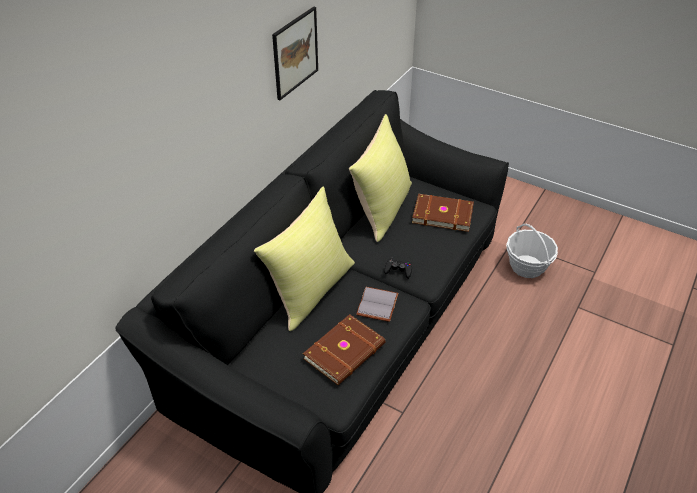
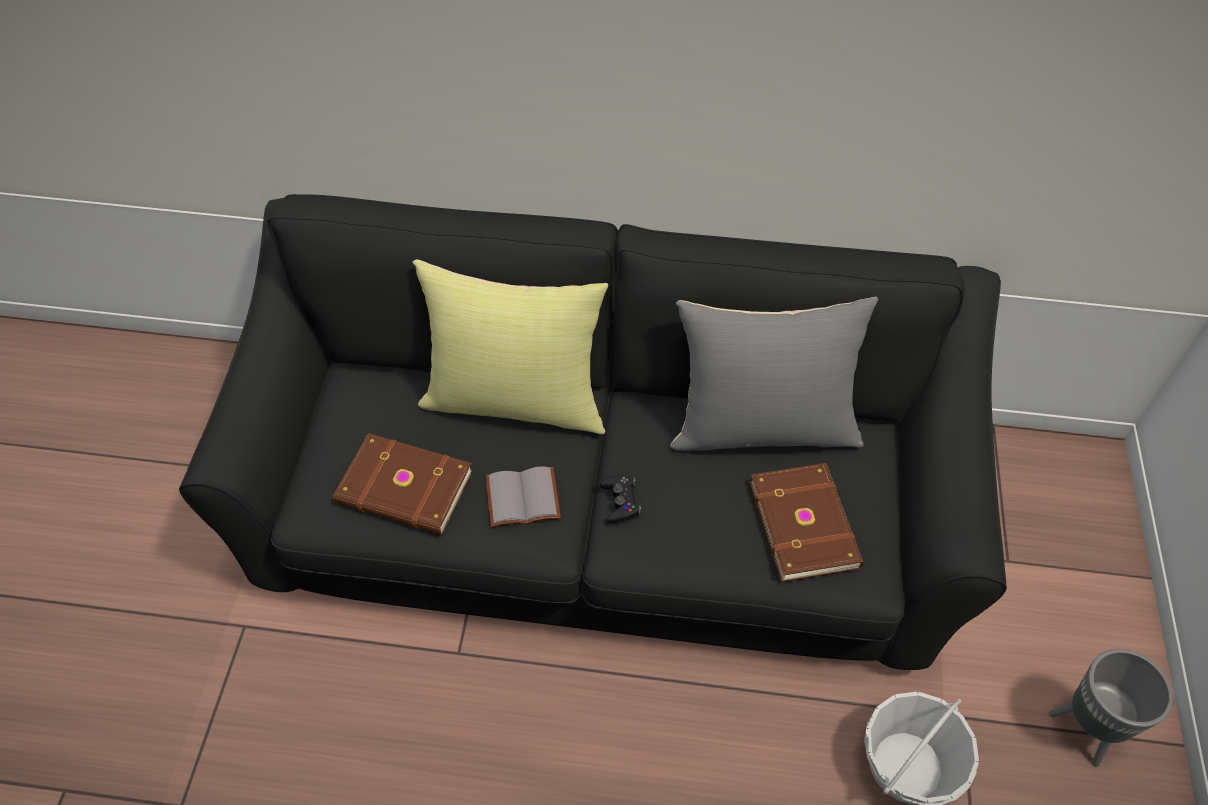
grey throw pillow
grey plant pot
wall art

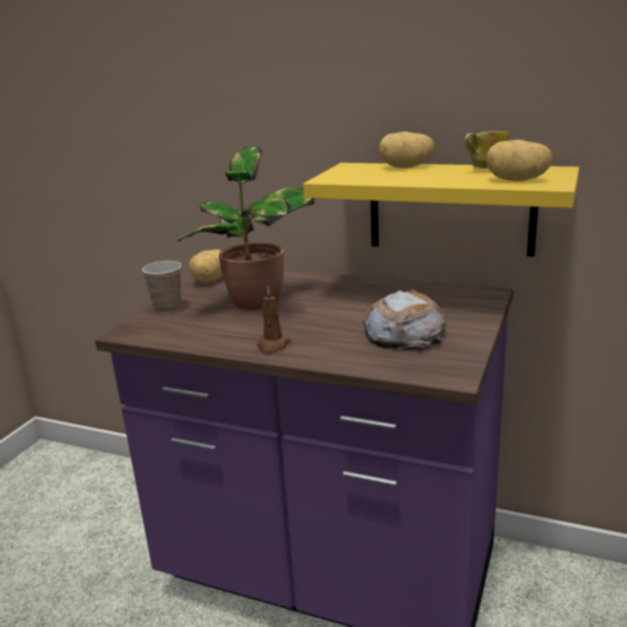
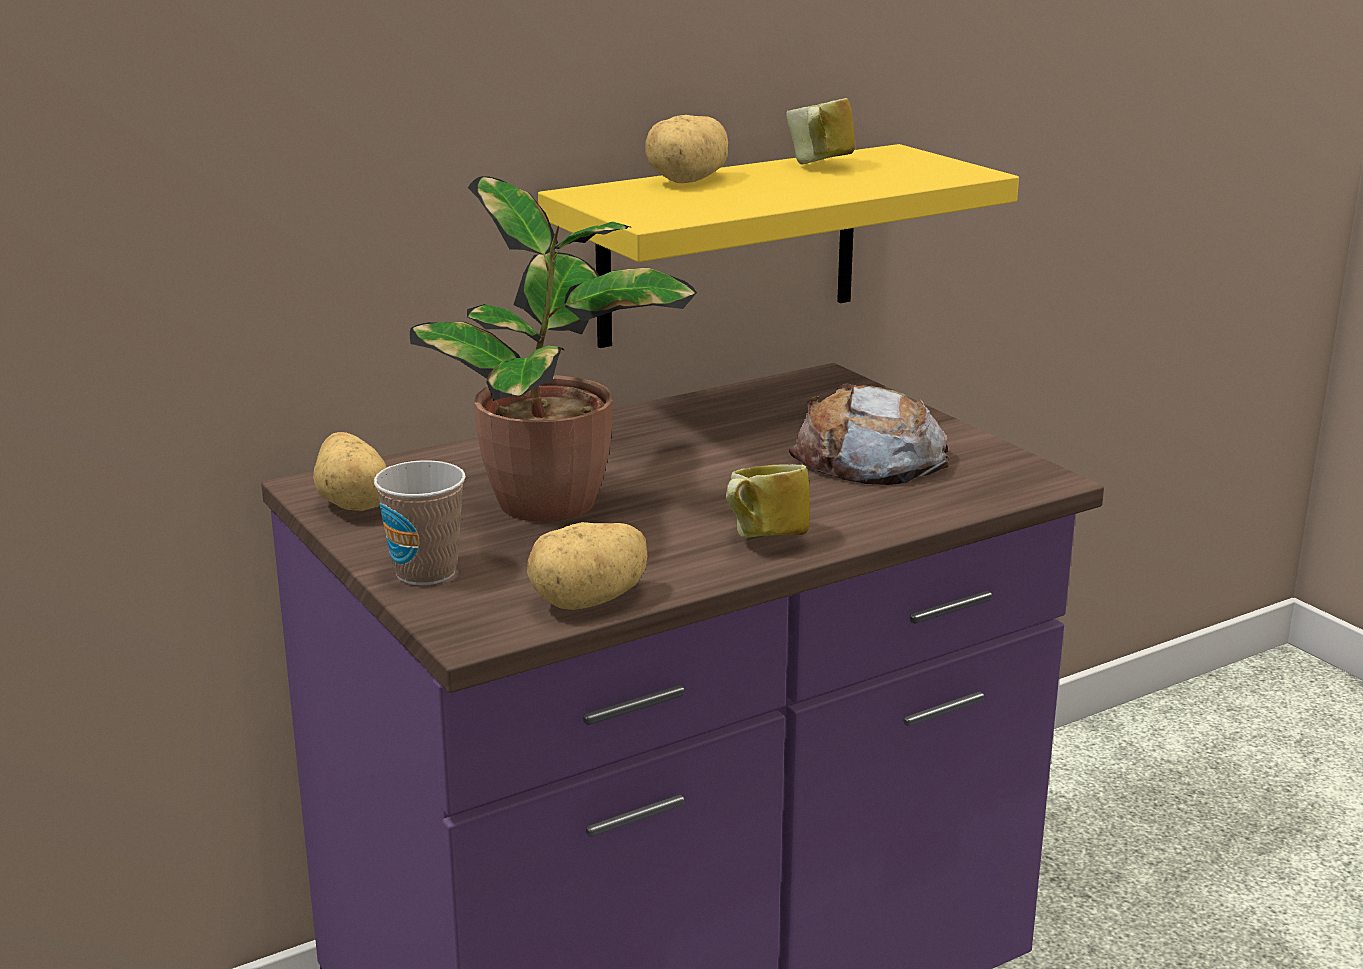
whole potato (2nd from left)
tea mug (1st from left)

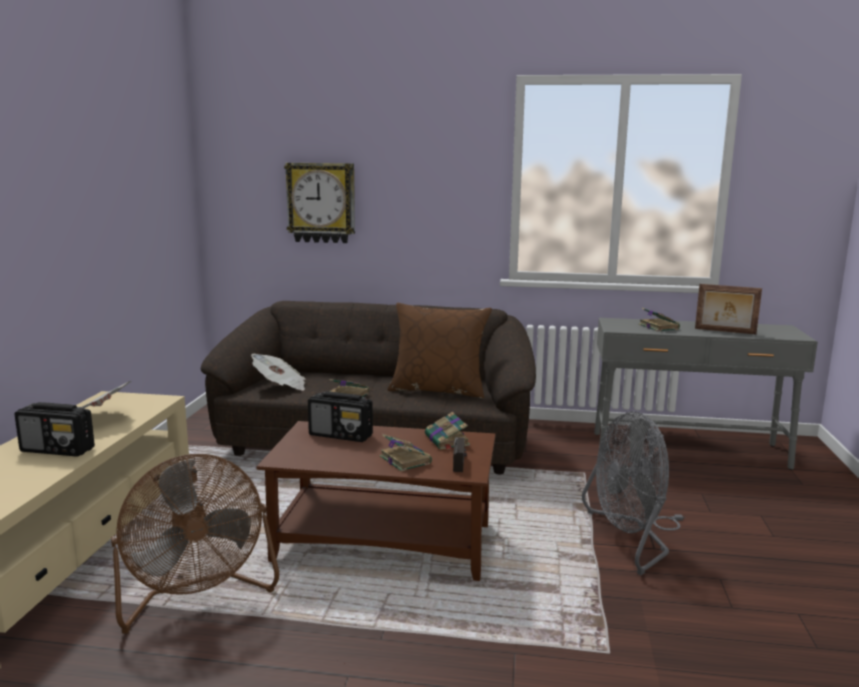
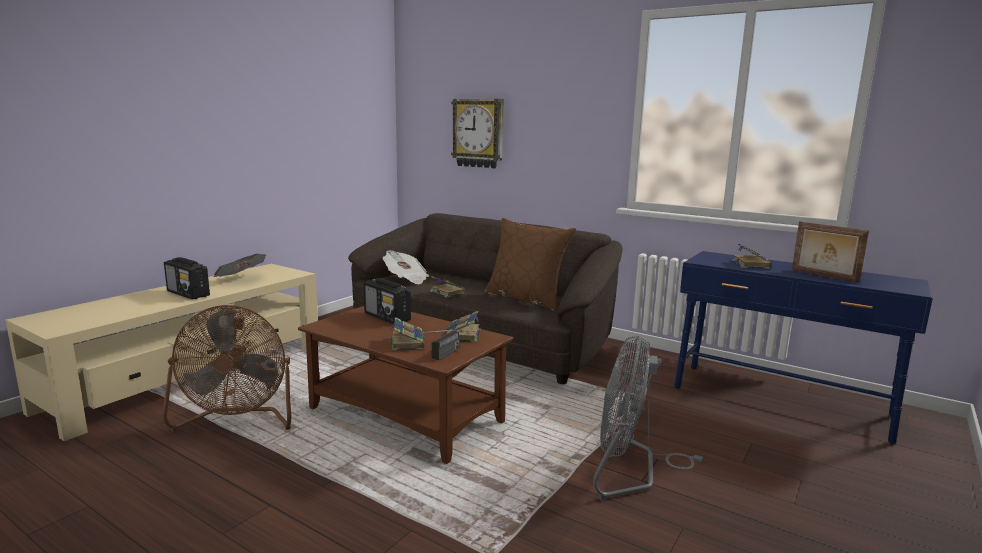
blue narrow table

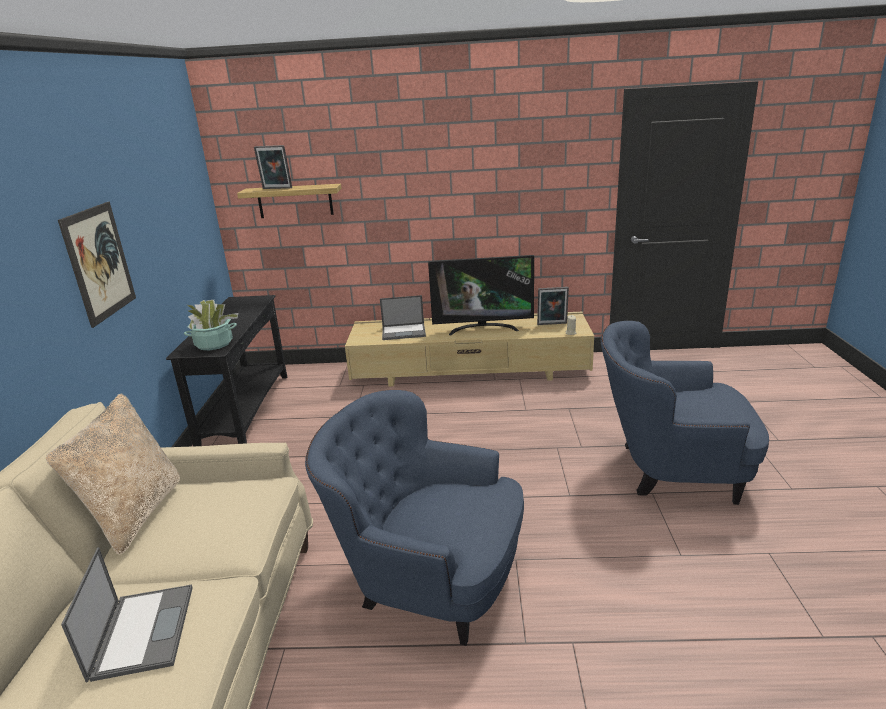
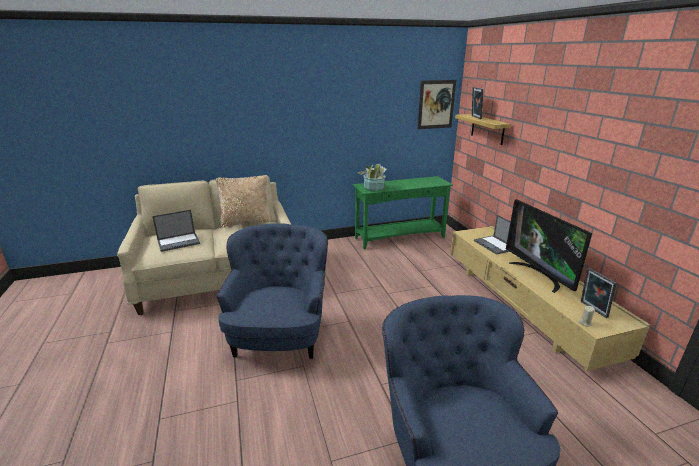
green narrow table
wall art

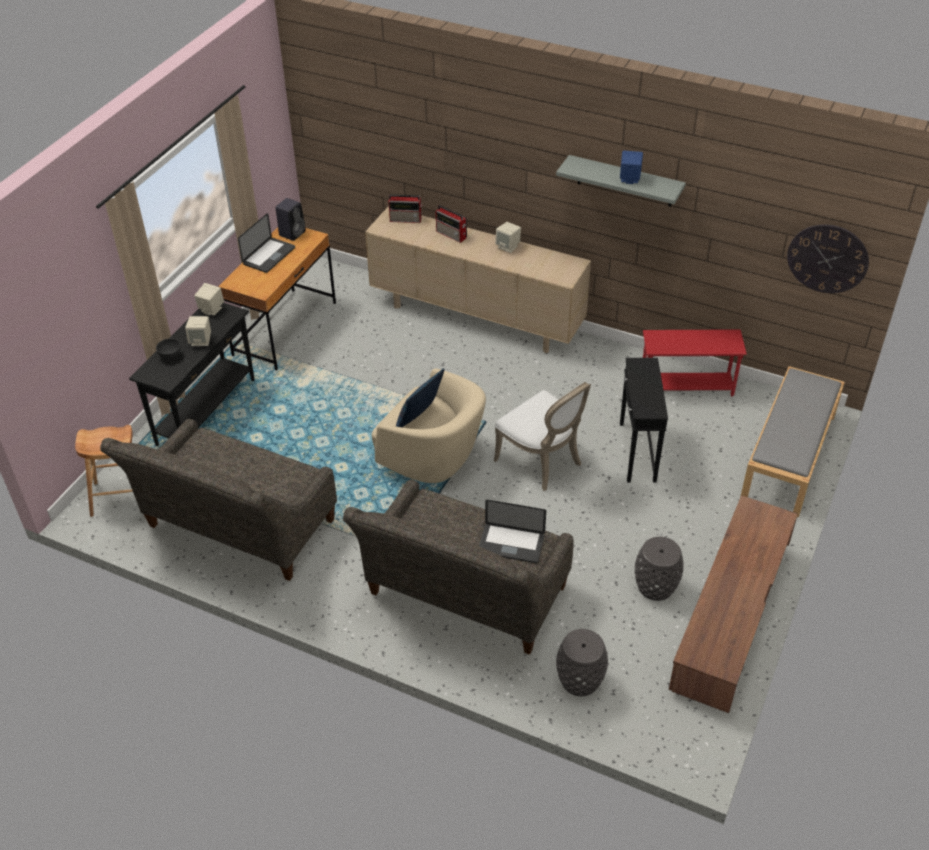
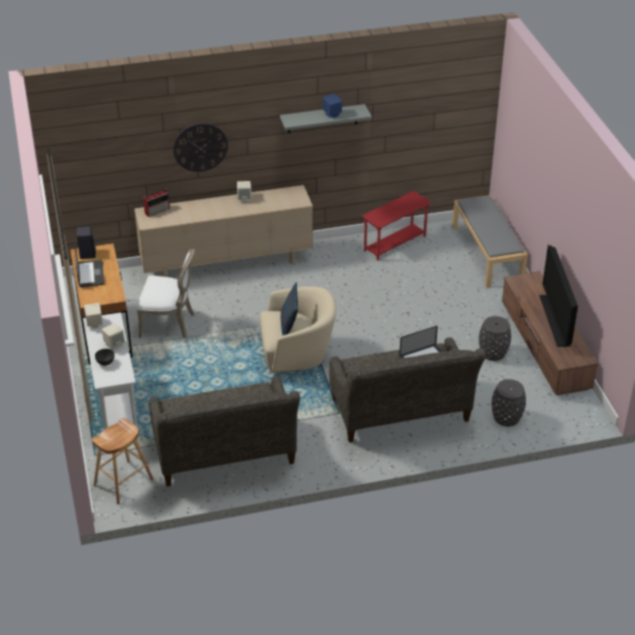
white-coloured narrow table
white-coloured upright chair
clock on the wall
TV set
radio (2nd from left in the first image)
blackish accent table

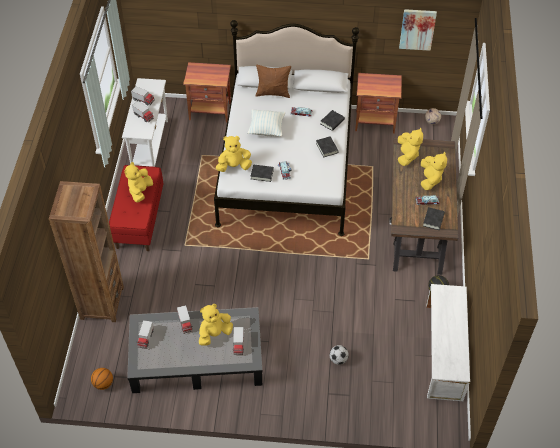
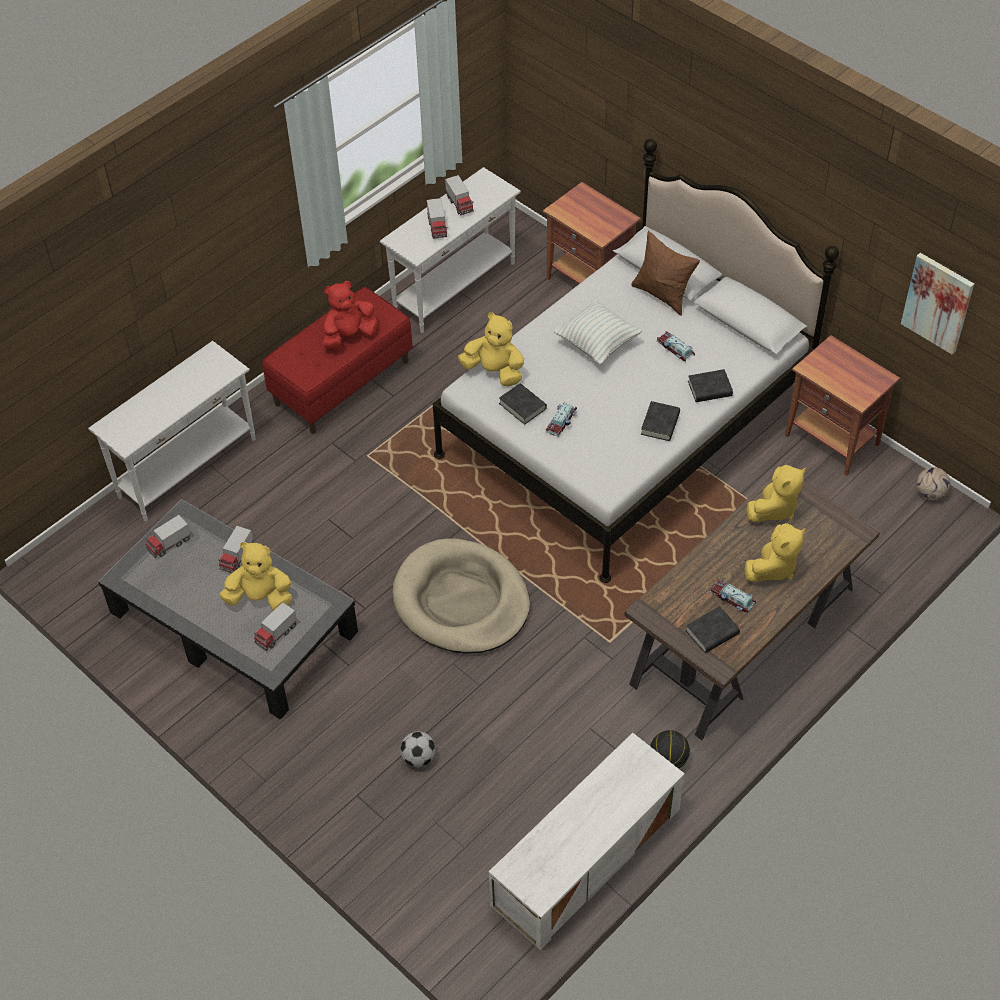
white-coloured narrow table (1st from left)
red-coloured soft toy
beige pet bed
basketball ball (1st from left in the first image)

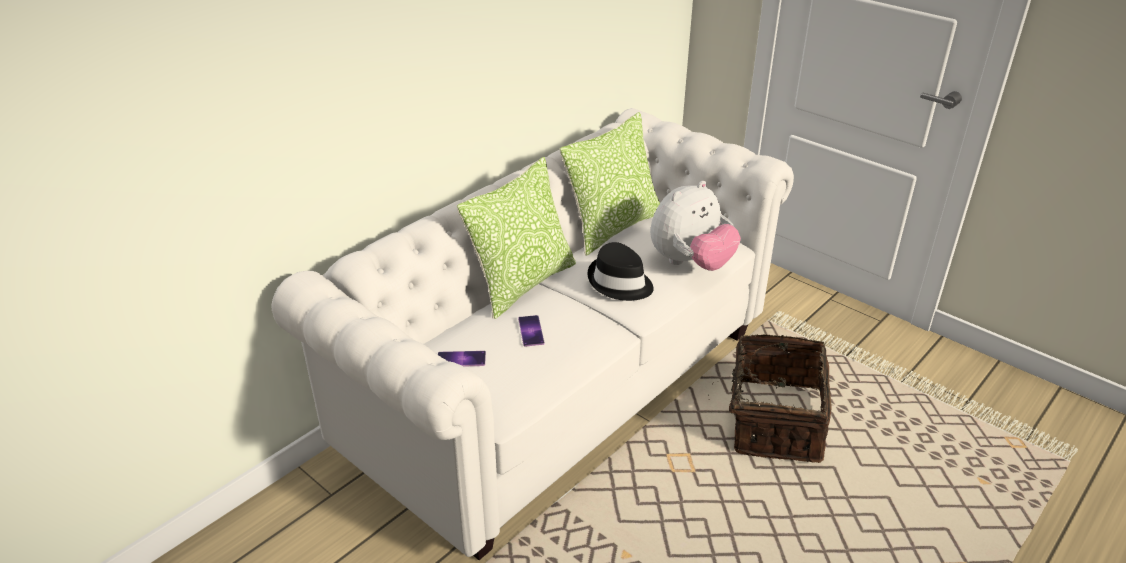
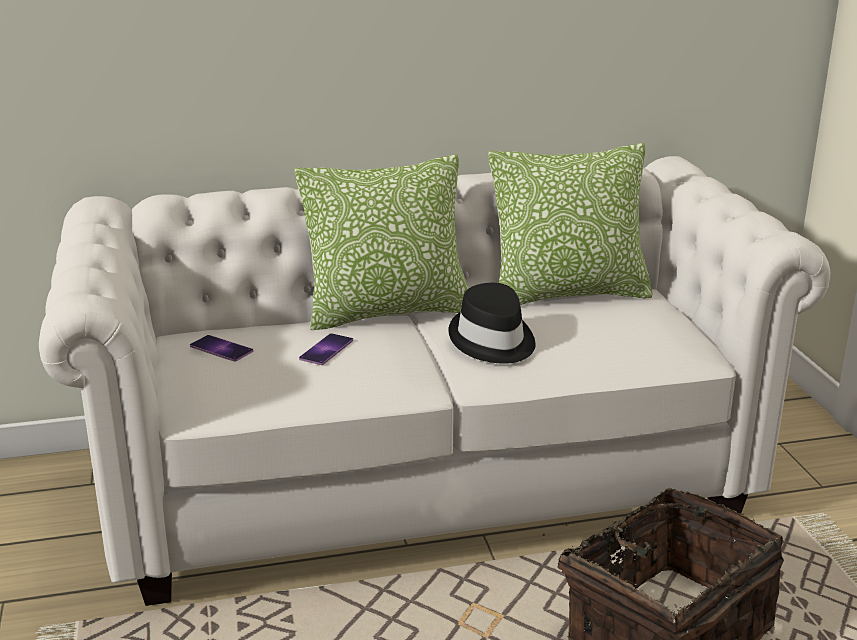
soft toy

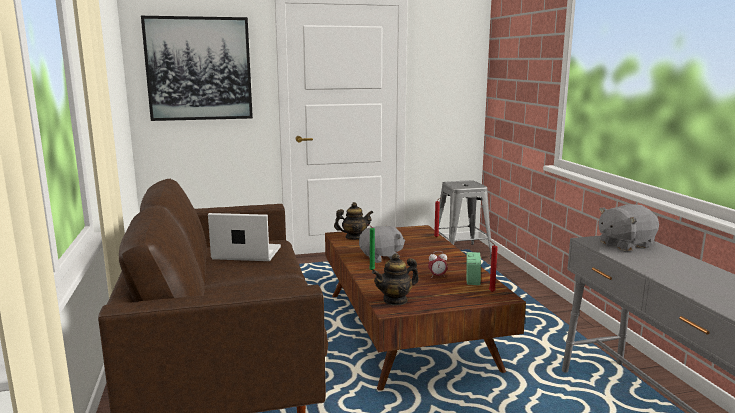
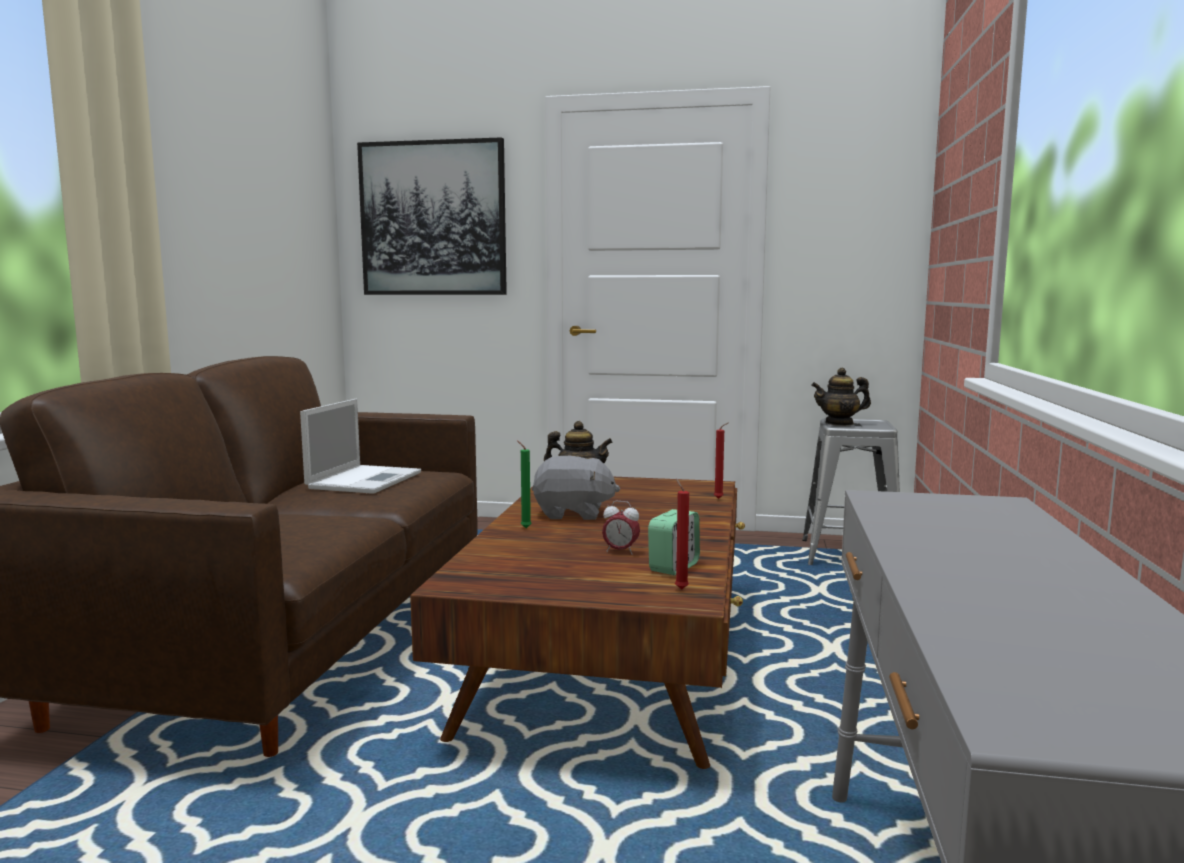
portable computer
tea pot (2nd from left)
grey soft toy (2nd from left in the first image)

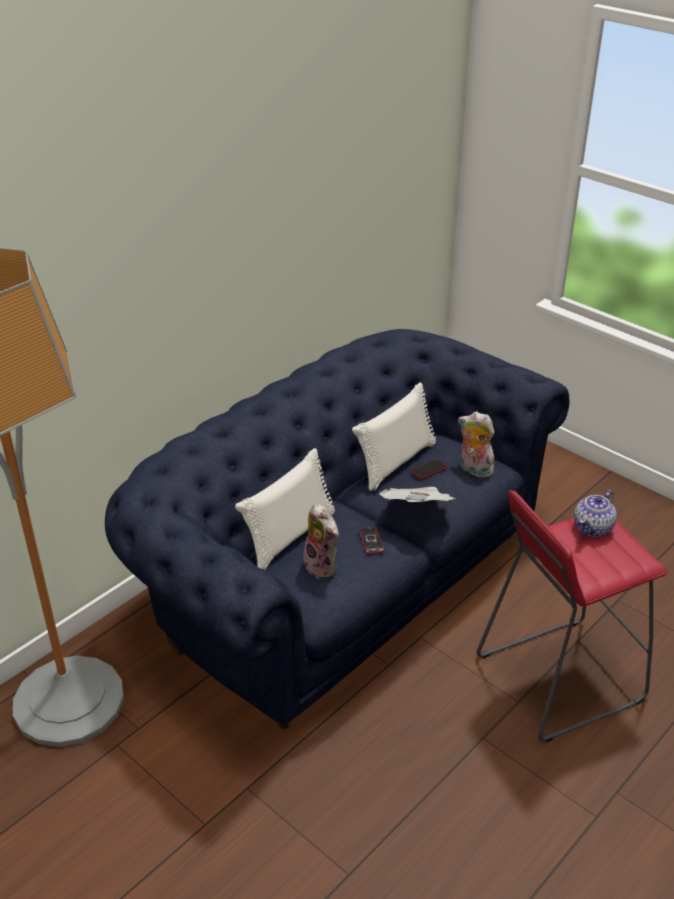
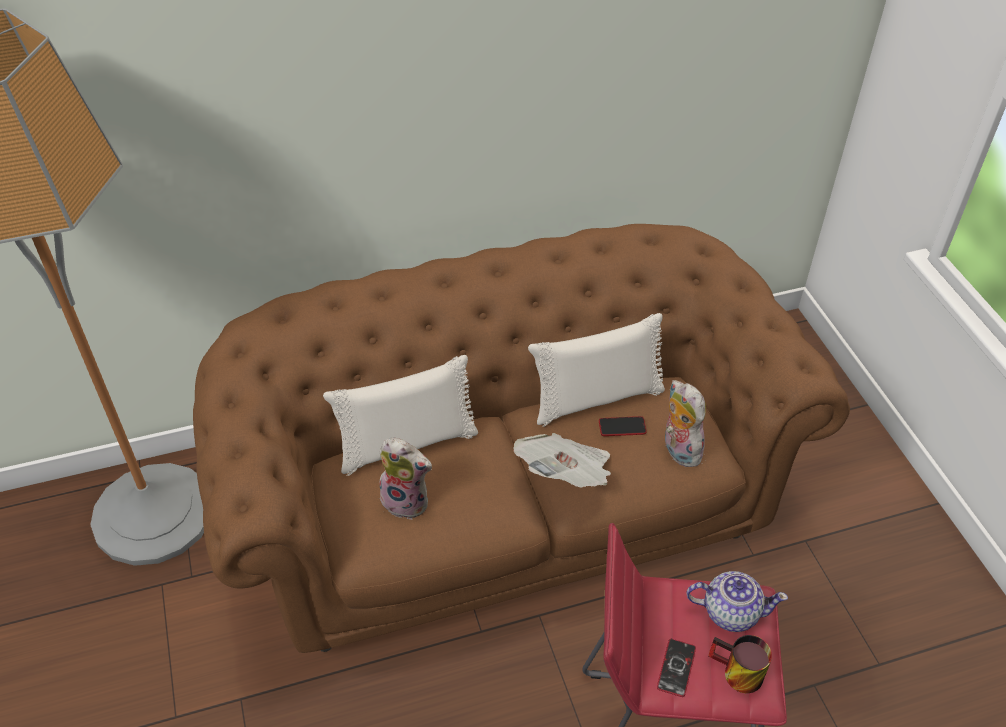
brown-coloured couch
soft toy (1st from left)
handset (2nd from left)
tea pot
tea mug

